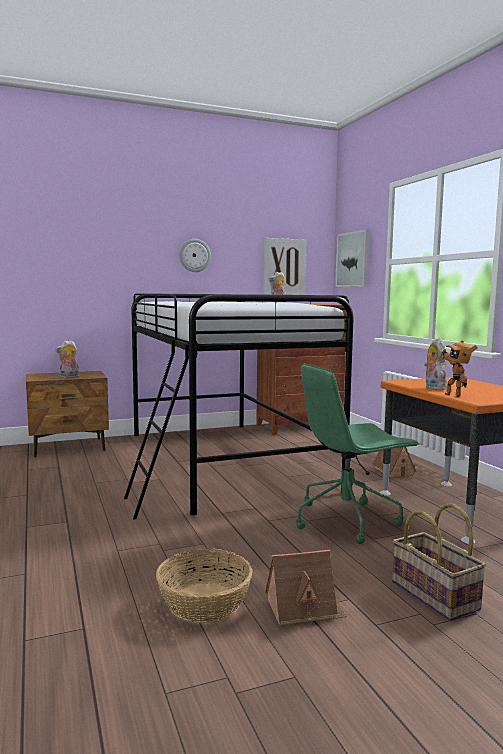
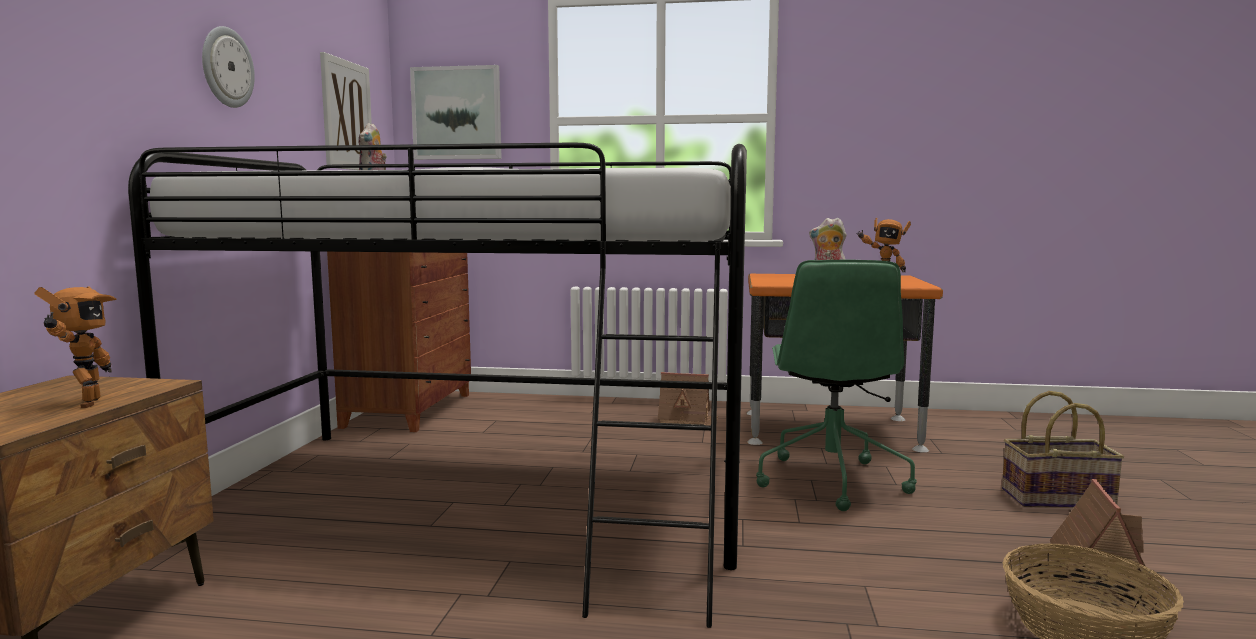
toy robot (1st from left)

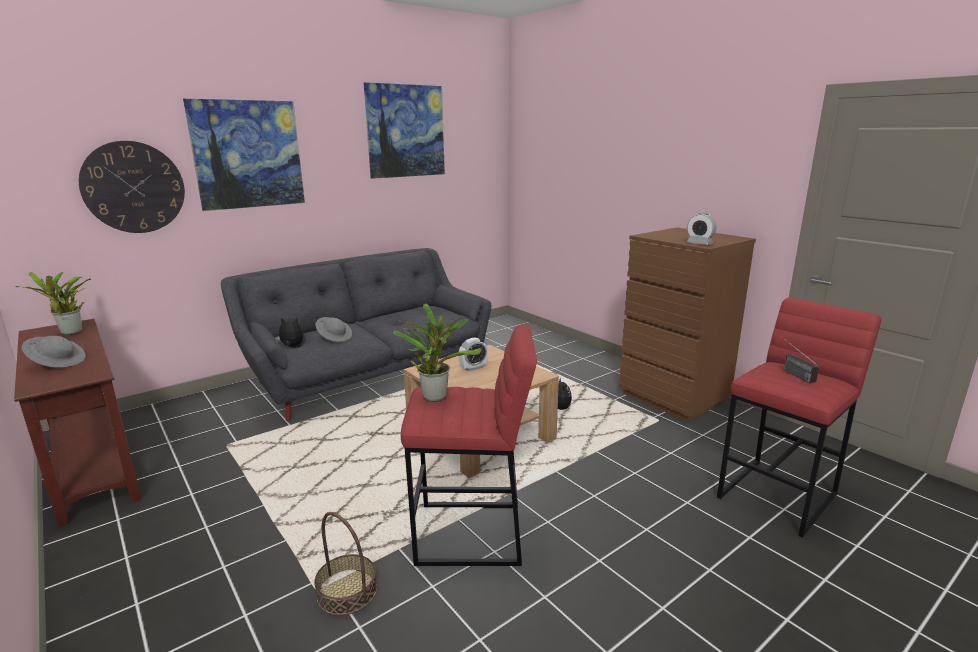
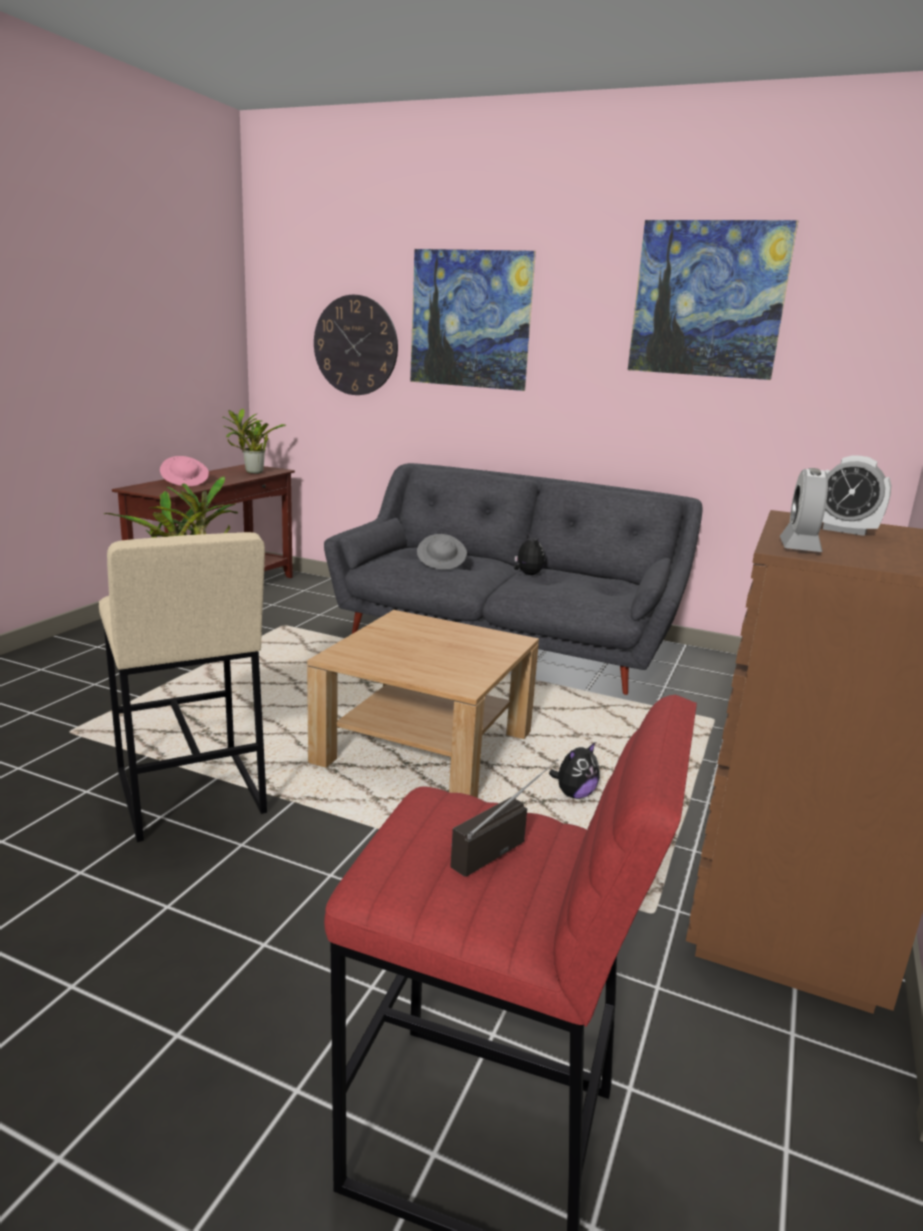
beige stool seat
pinkish hat
soft toy (1st from left)
bedside clock (2nd from left)
storage basket

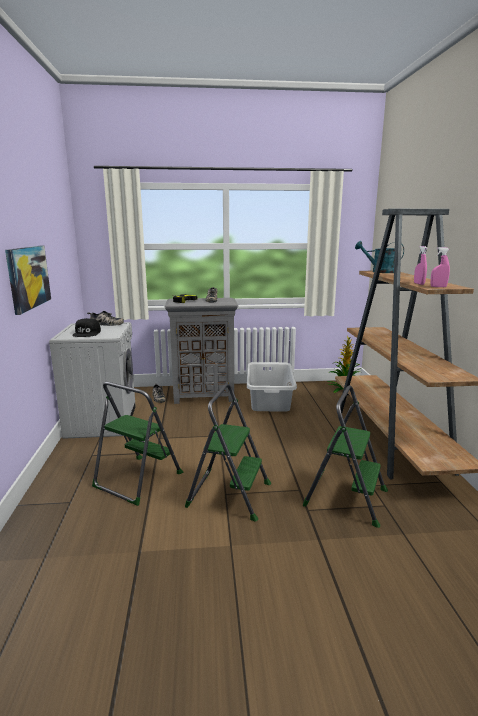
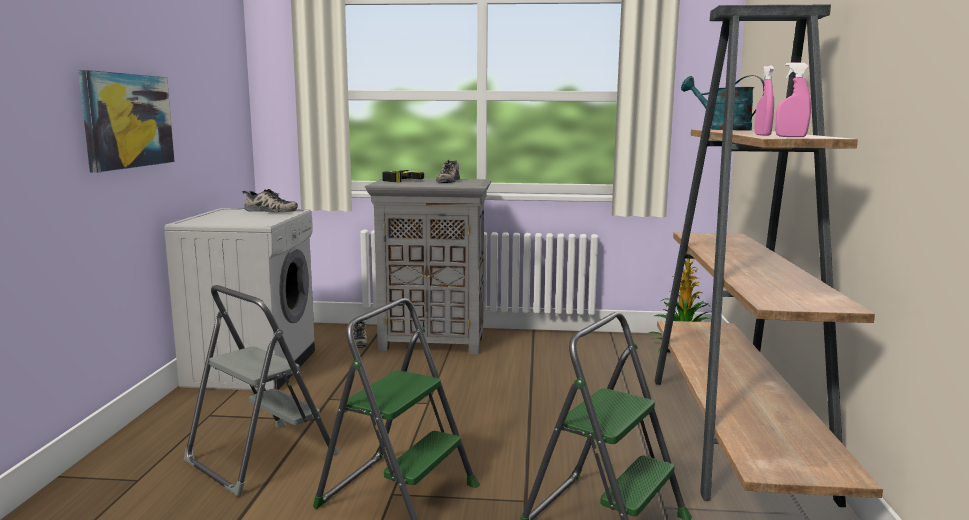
grey stepladder
blackish baseball cap
grey washing basket

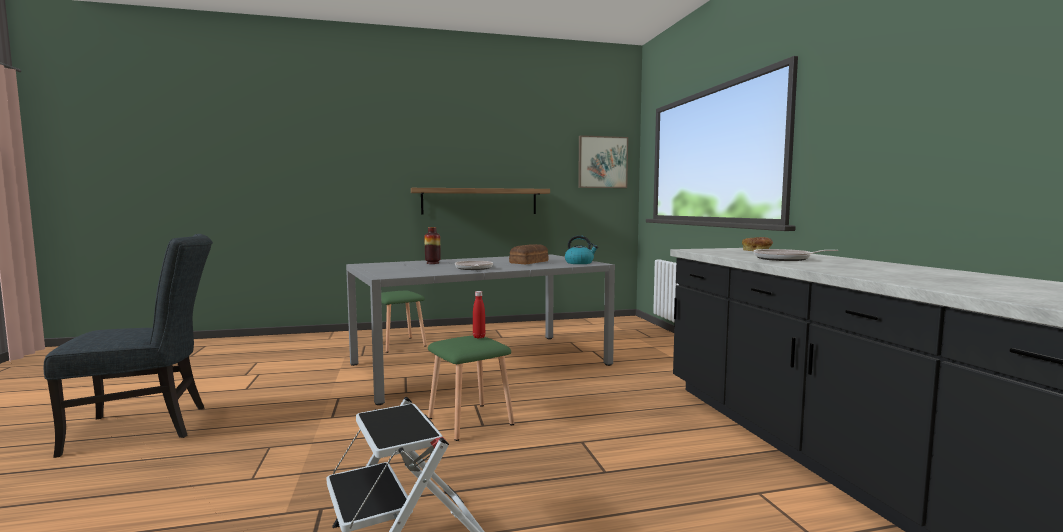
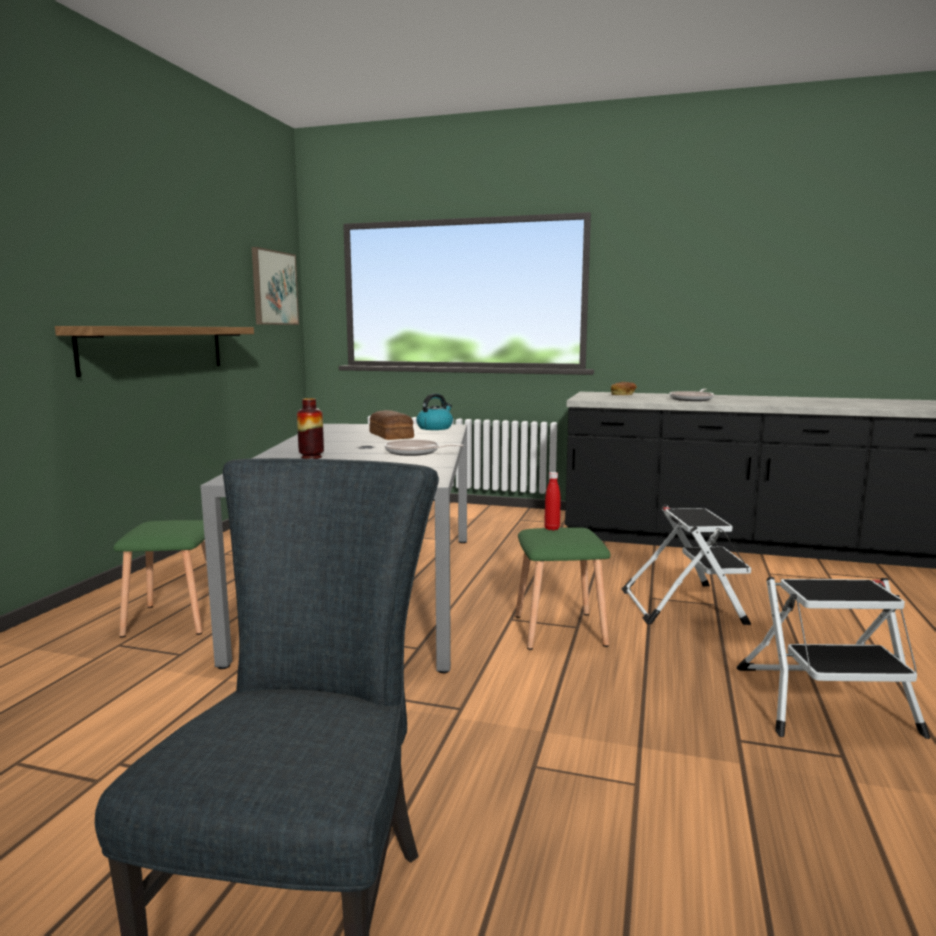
stepladder (1st from left)

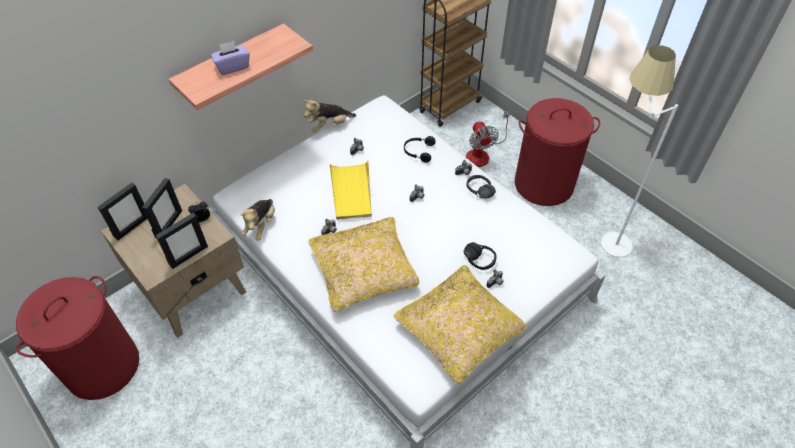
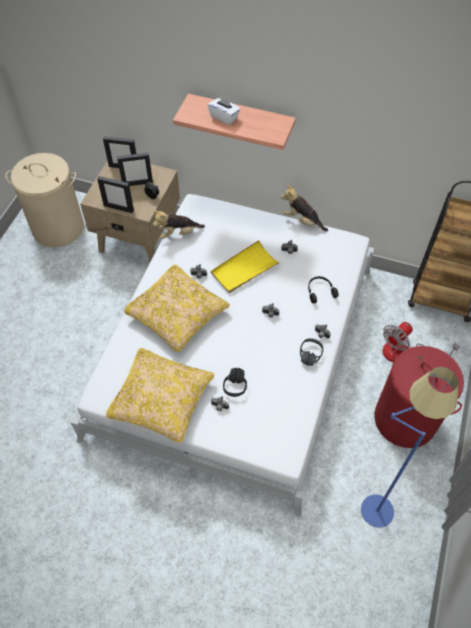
beige washing basket
white-coloured box of tissues
blue floor lamp

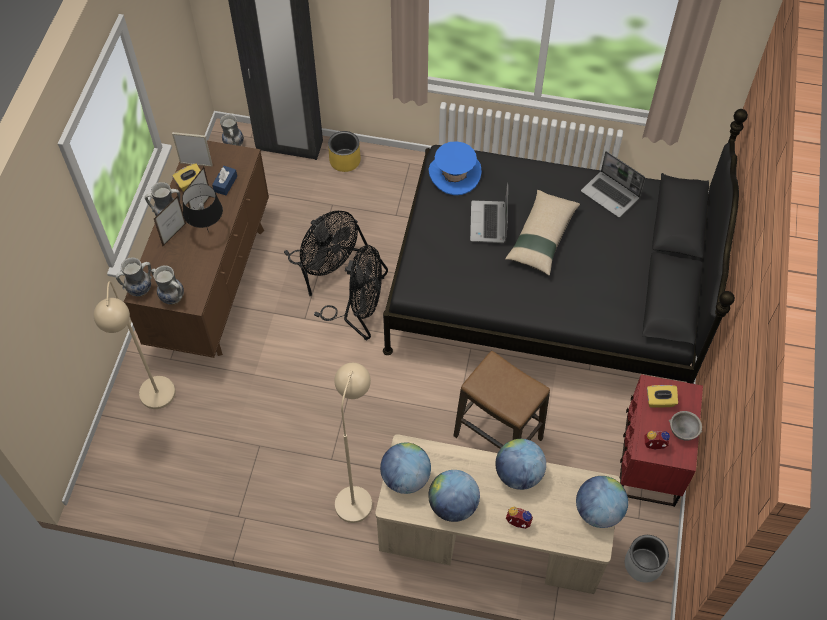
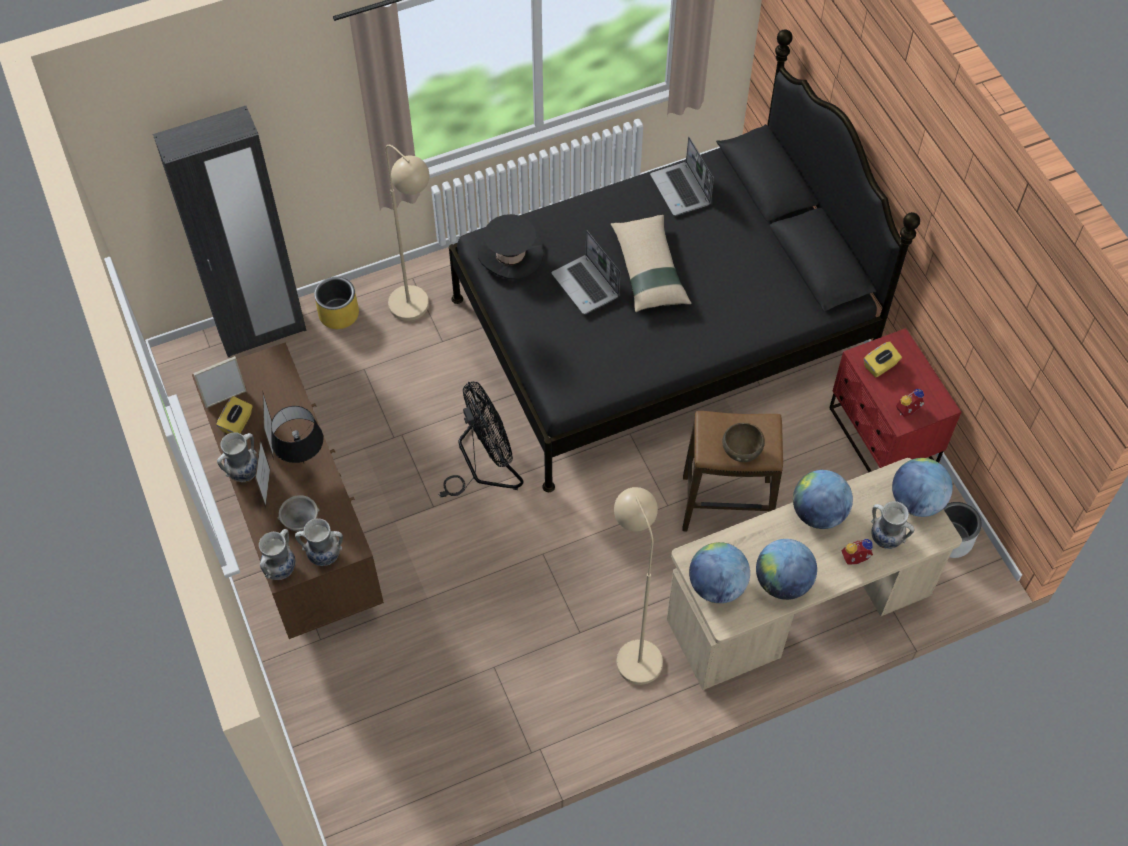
grey serving bowl
beige floor lamp (1st from left)
blackish hat
portable computer (2nd from left)
brown-coloured serving bowl
decorative vase (4th from left)
blue box of tissues
blackish electric fan (1st from left in the first image)

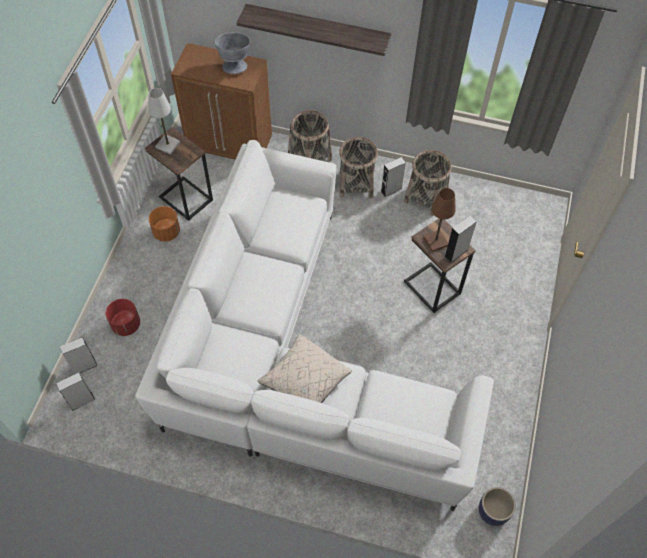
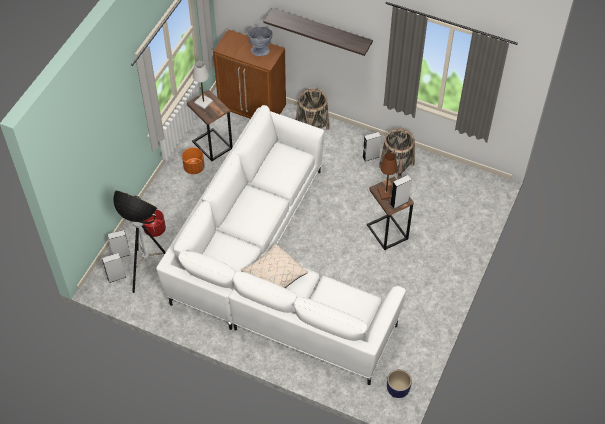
floor lamp
storage basket (2nd from left in the first image)

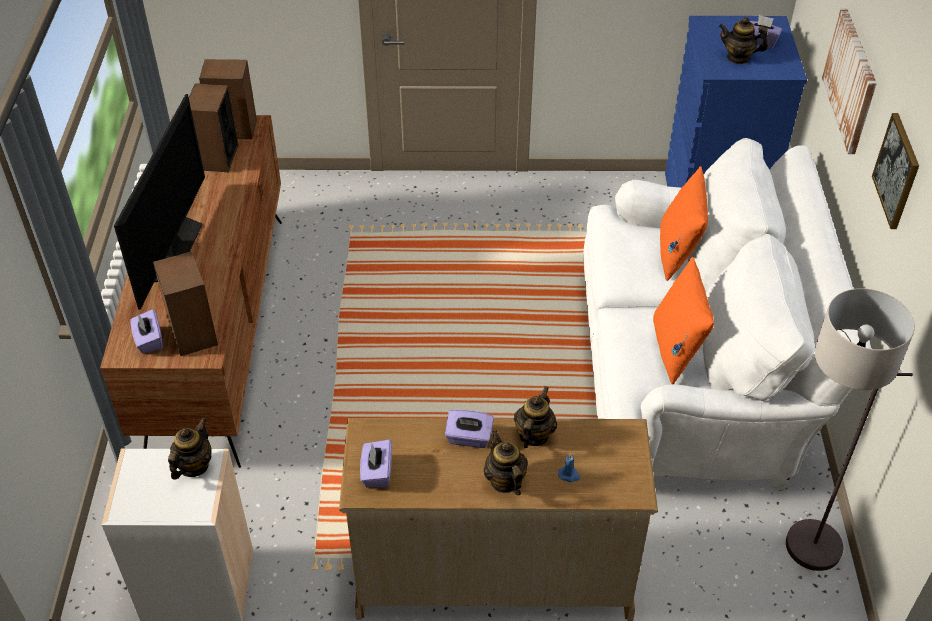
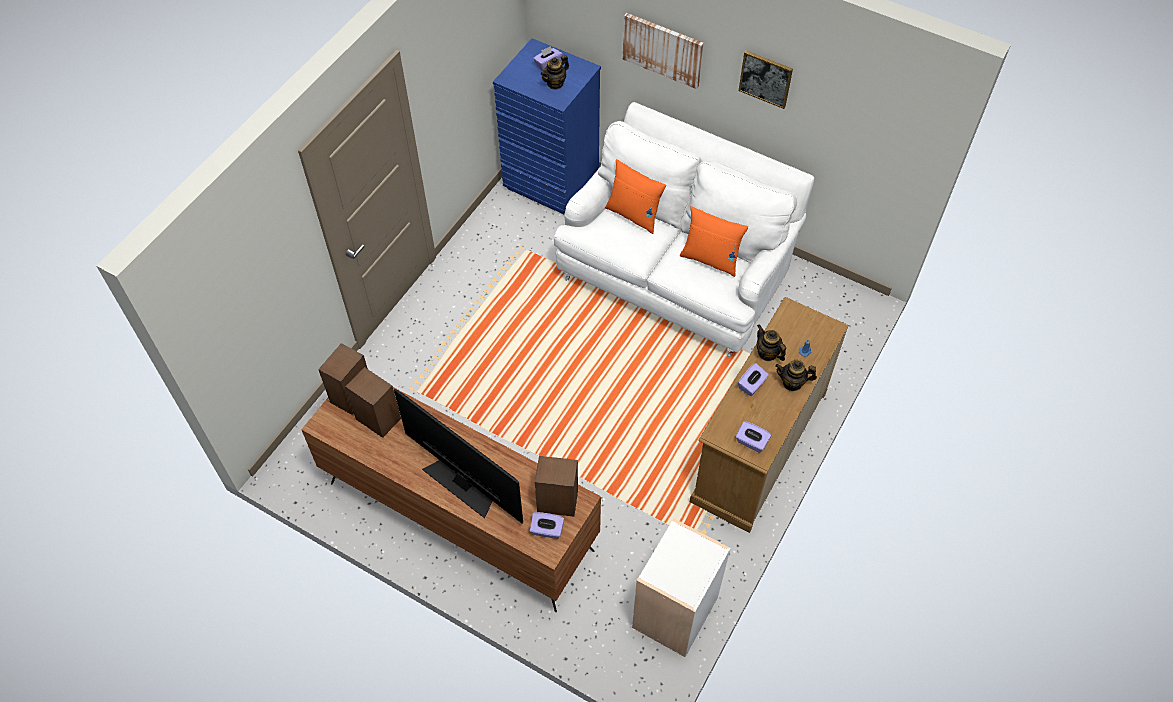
tea pot (1st from left in the first image)
grey floor lamp

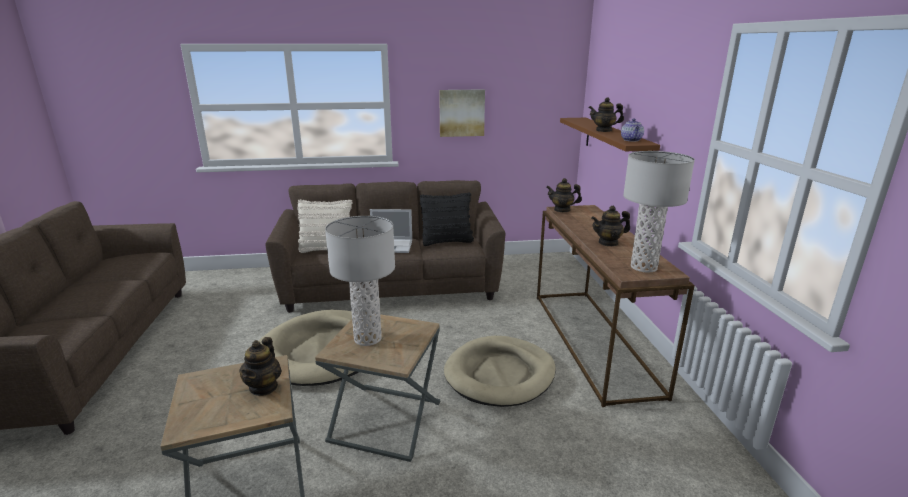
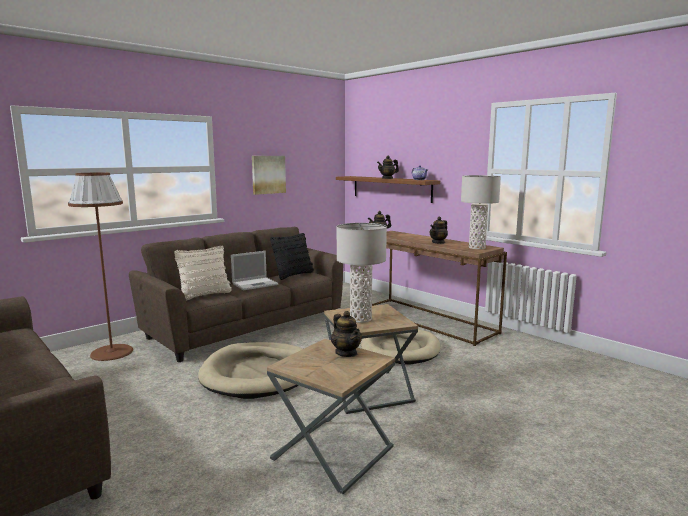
brown-coloured floor lamp

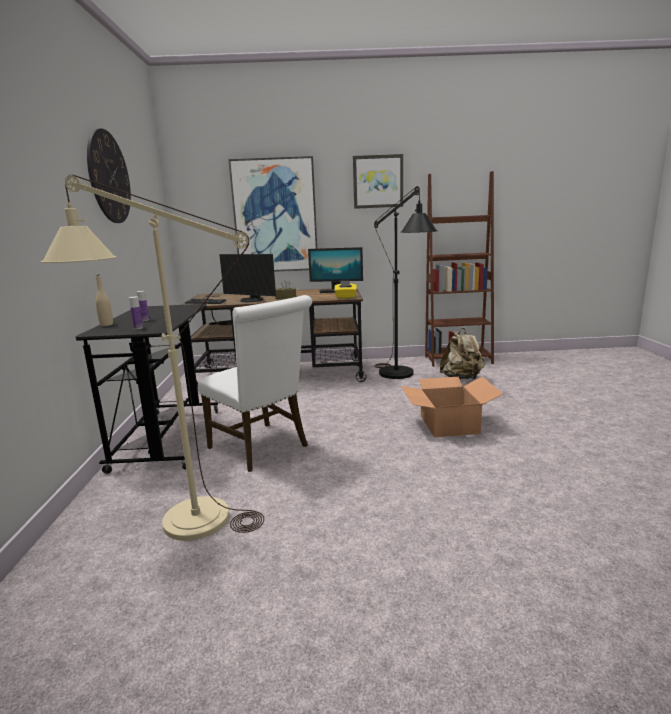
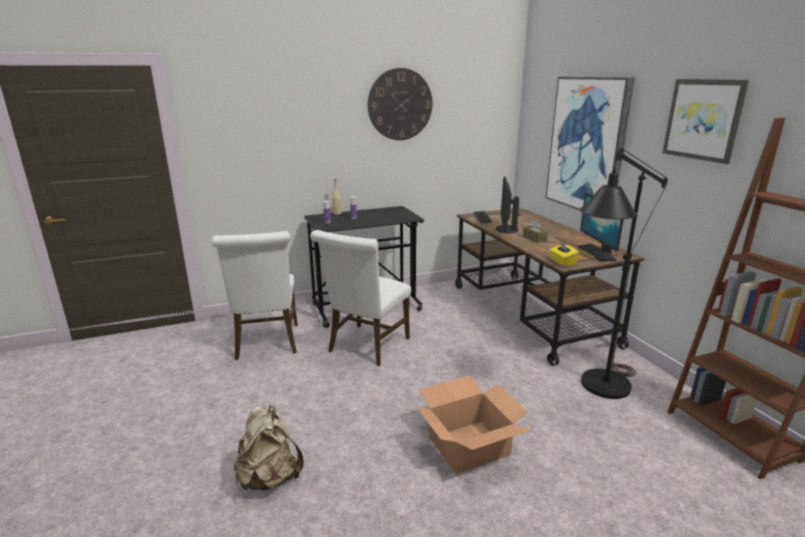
white-coloured upright chair (1st from left)
beige backpack

